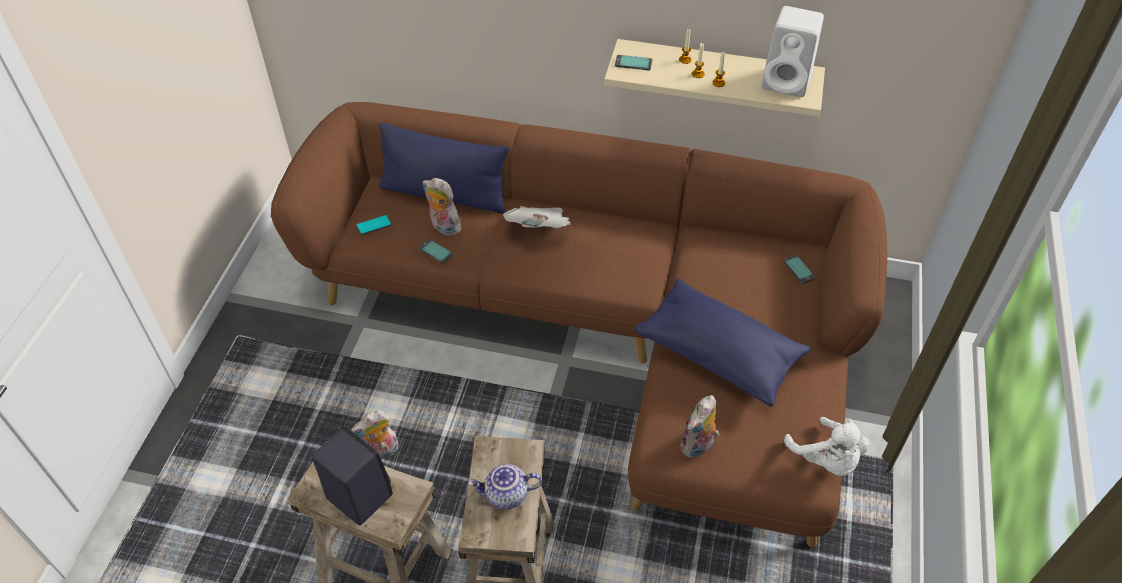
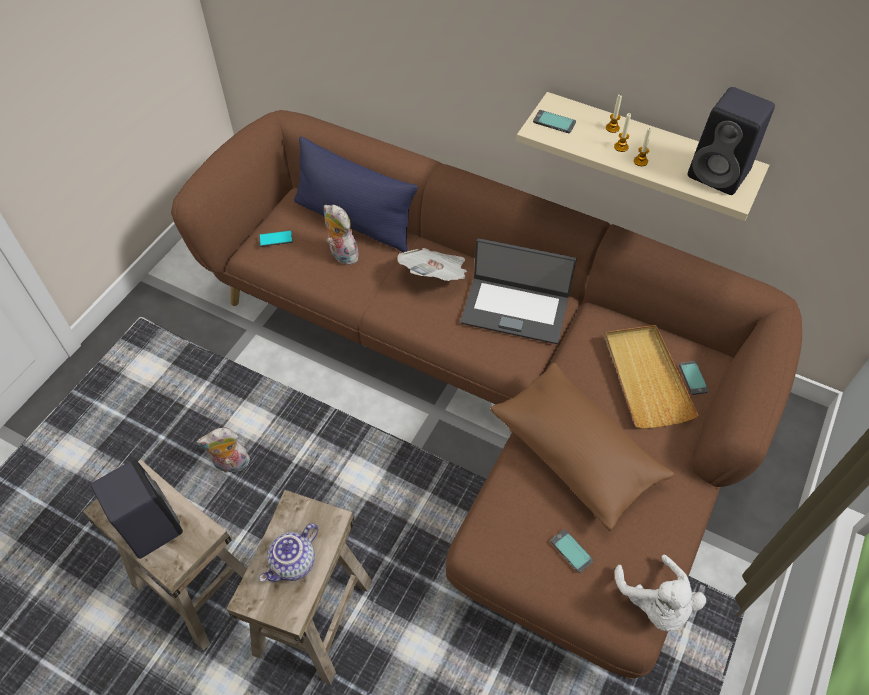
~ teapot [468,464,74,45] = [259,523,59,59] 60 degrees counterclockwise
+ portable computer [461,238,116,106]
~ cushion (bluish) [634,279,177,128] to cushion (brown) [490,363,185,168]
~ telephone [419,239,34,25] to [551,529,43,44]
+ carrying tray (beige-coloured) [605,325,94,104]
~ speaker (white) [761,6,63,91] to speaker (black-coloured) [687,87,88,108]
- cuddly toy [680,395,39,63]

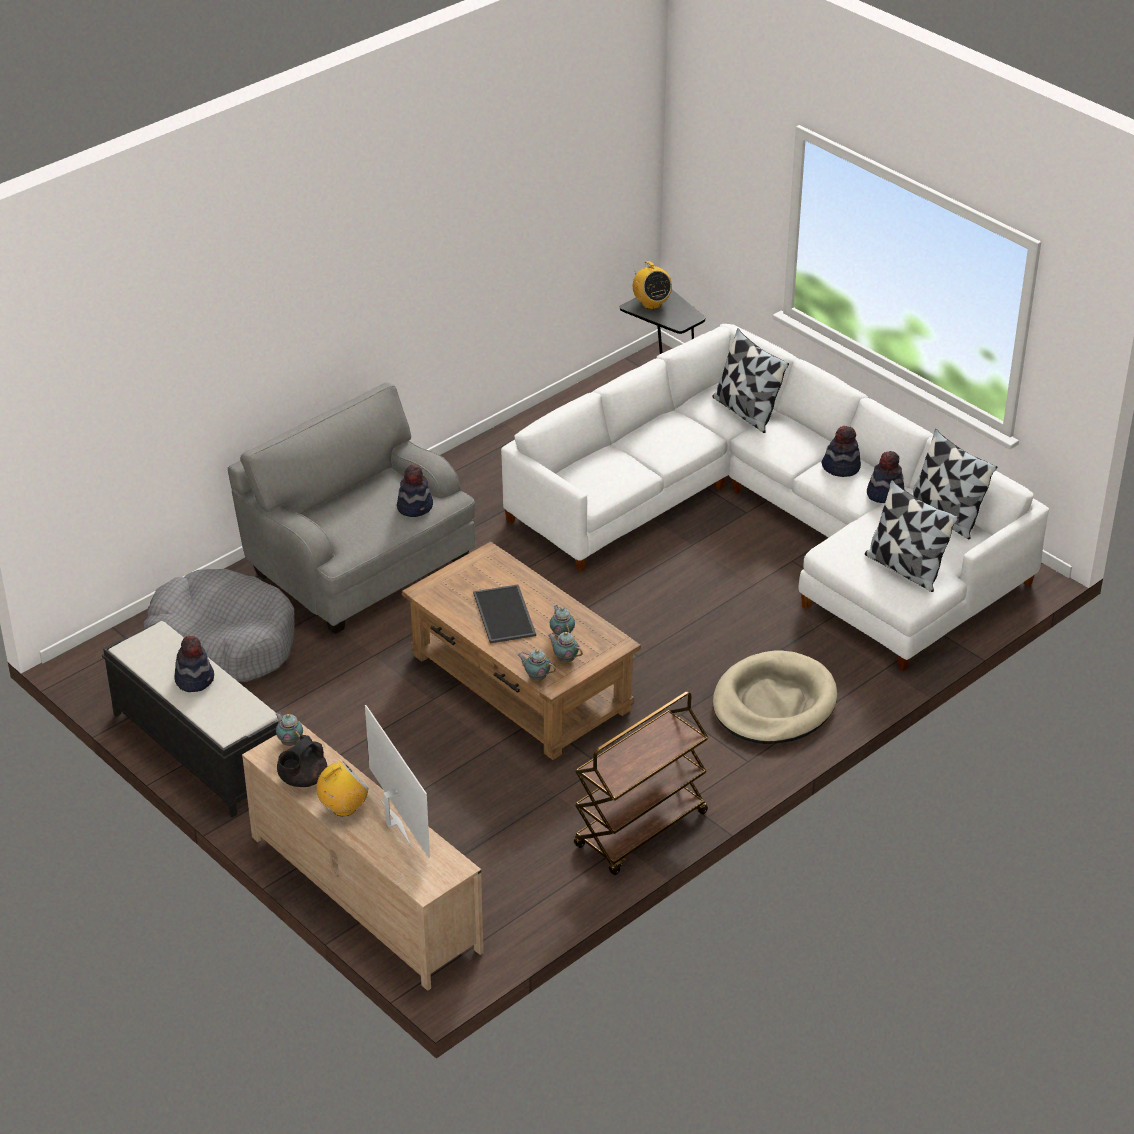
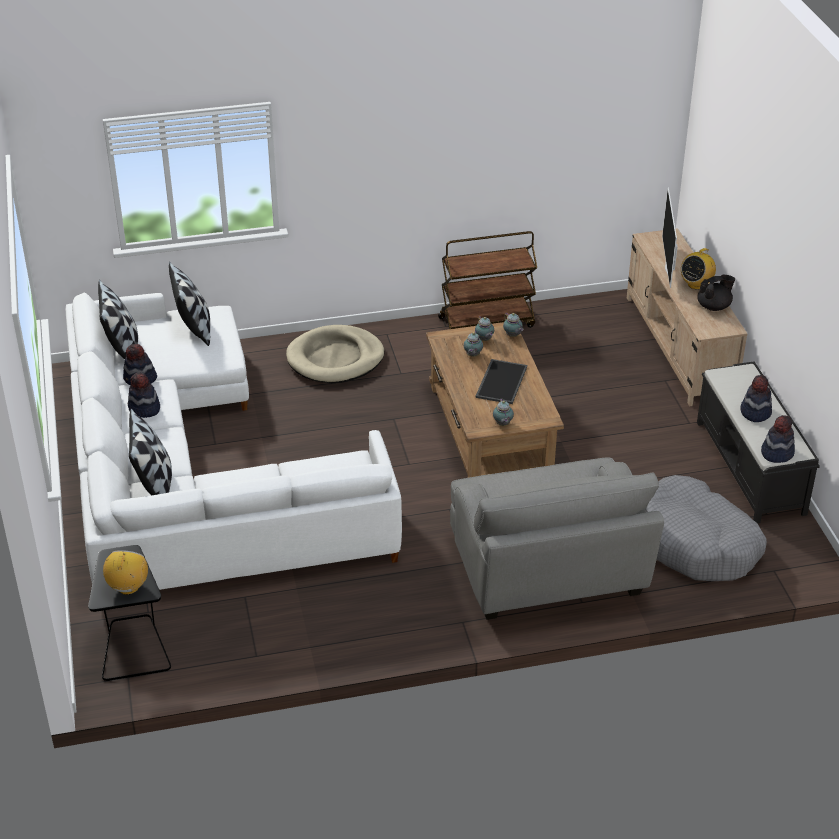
~ teapot [276,712,27,34] to [493,399,21,27]
~ radio set [317,761,52,55] = [681,248,35,42] 45 degrees counterclockwise
~ clothing hat [397,464,36,53] to [761,415,34,48]

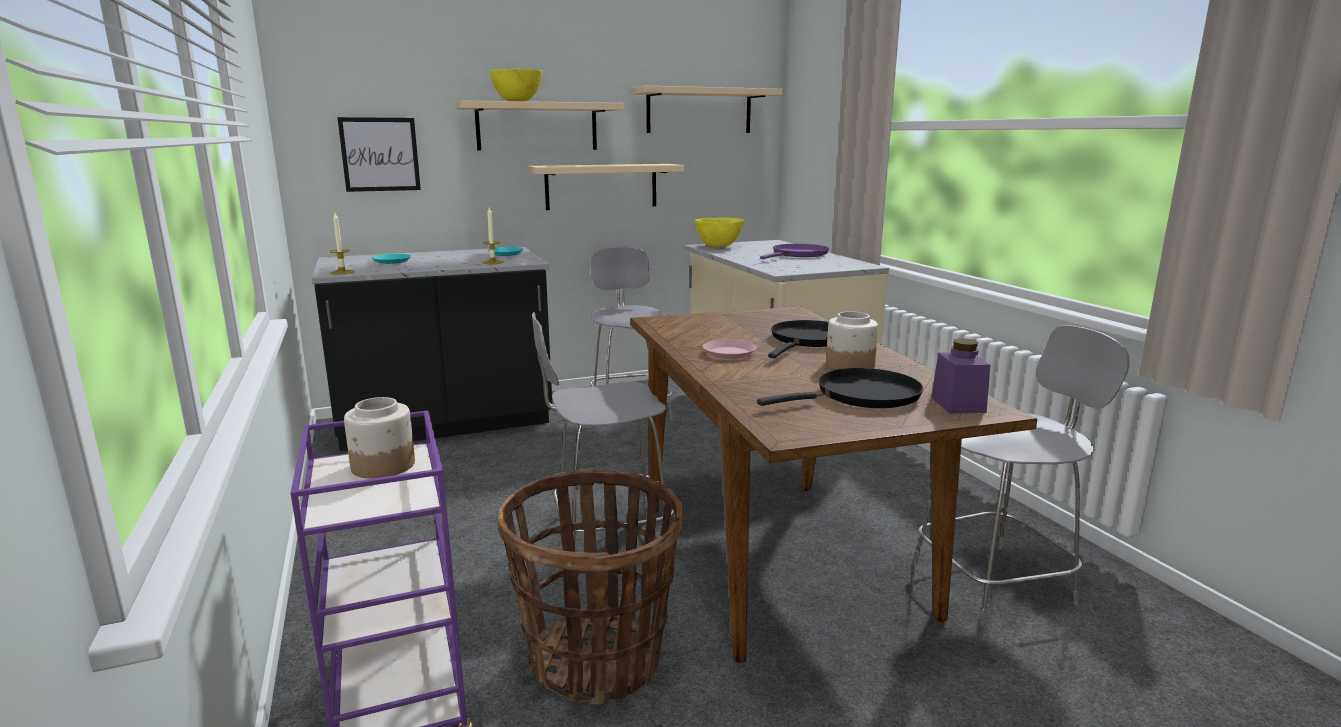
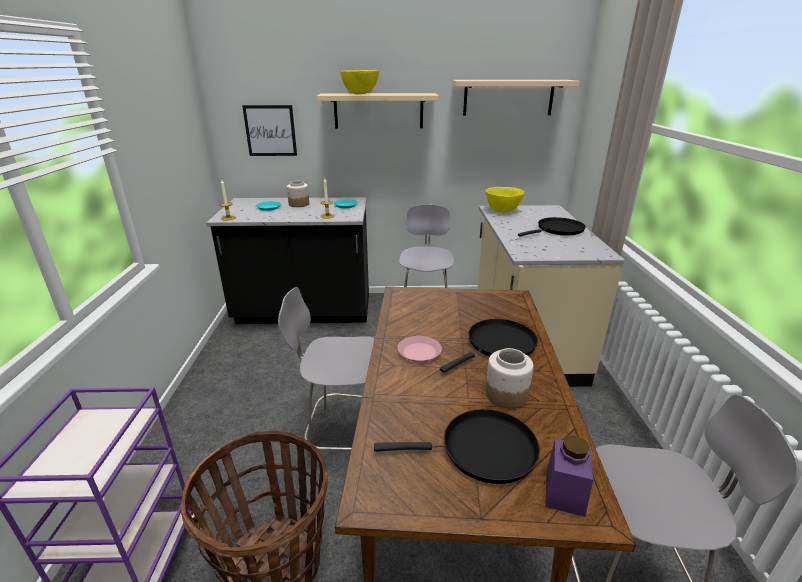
~ jar [344,397,71,82] to [287,181,22,26]
~ frying pan (purple) [760,244,69,15] to frying pan (black-coloured) [518,217,68,20]
- shelf (beige-coloured) [528,164,157,46]

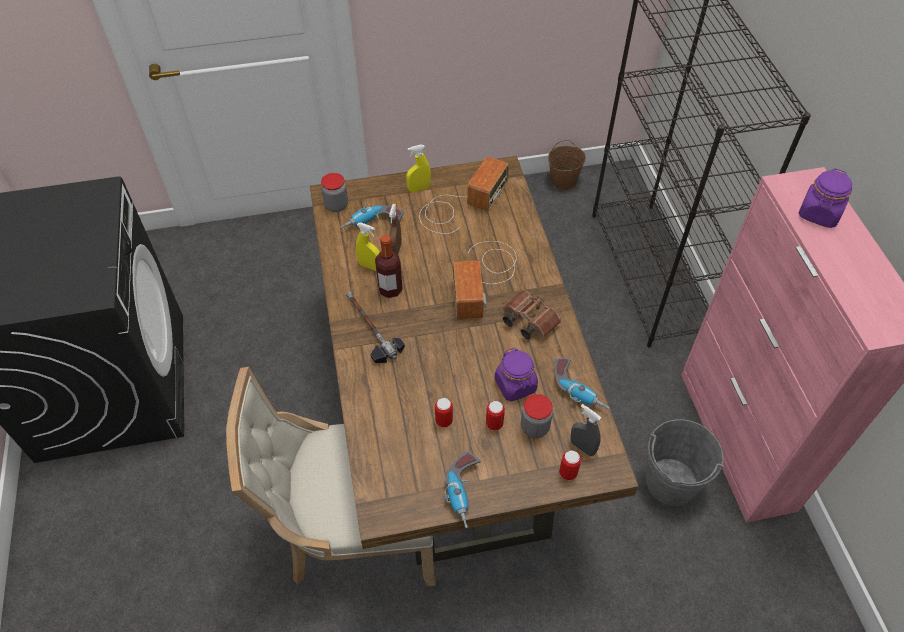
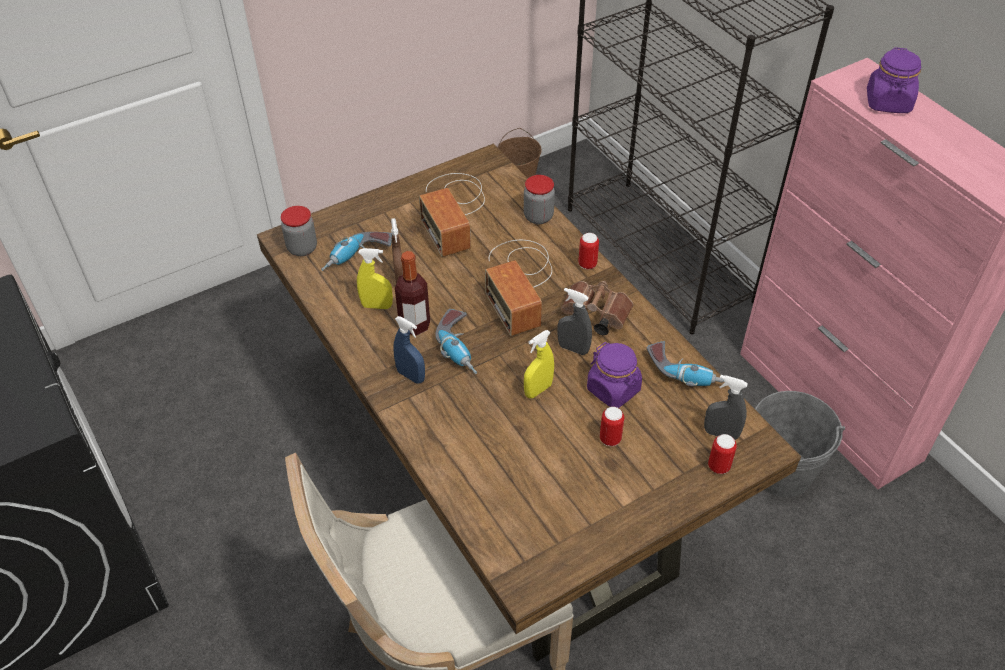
~ hand hammer [346,292,59,71] to sprayer (bluish) [393,316,32,68]
~ radio set [419,156,90,78] = [419,173,66,84] 150 degrees clockwise
~ drill [444,451,37,77] to [435,309,42,65]
~ jar [521,394,32,44] to [524,175,31,49]
~ sprayer (yellowish) [406,145,25,47] to [524,330,30,68]
+ sprayer (gray) [558,288,34,67]
~ metal can [435,398,18,30] to [578,233,21,36]

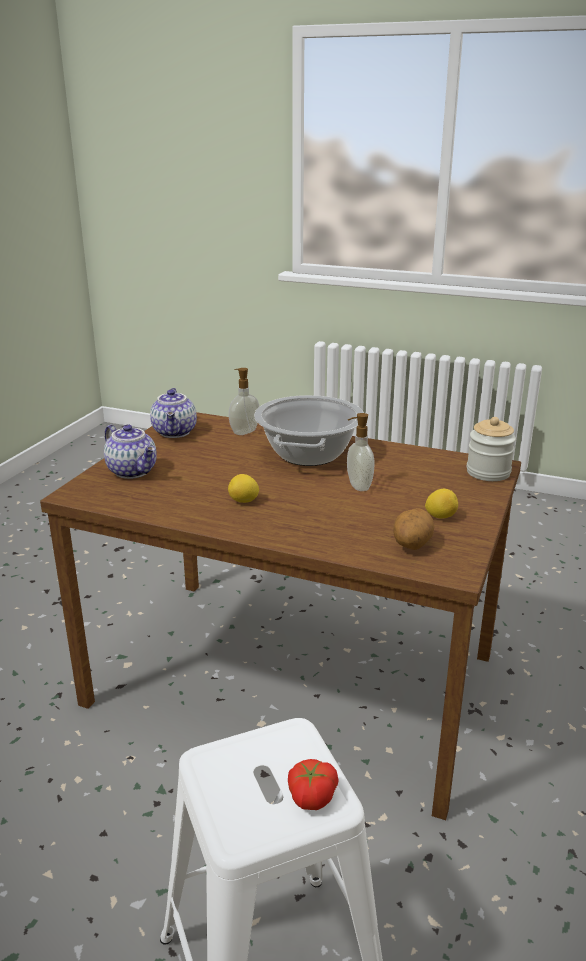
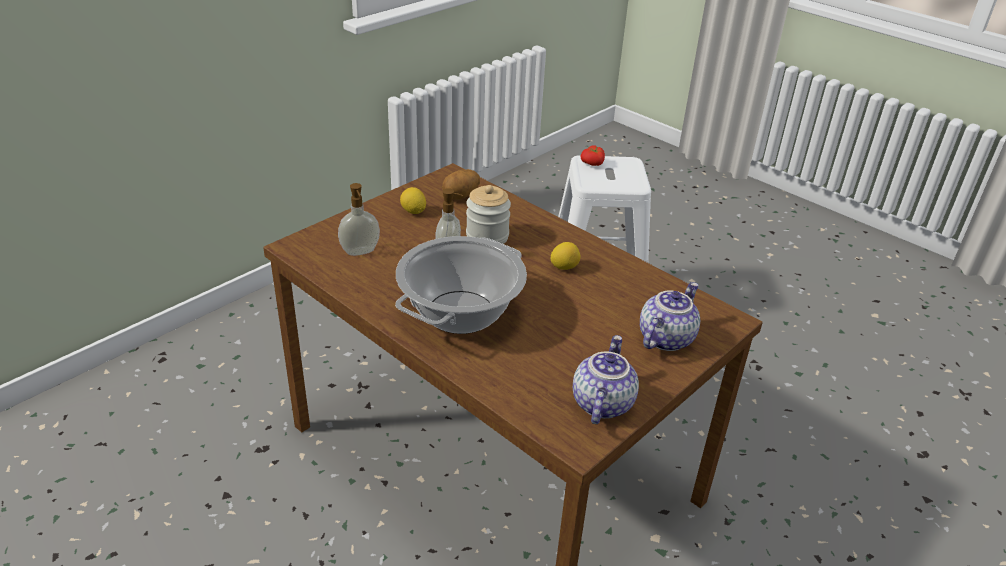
~ soap dispenser [229,368,30,67] to [338,183,42,73]
~ jar [467,417,49,64] to [466,185,45,59]
~ teapot [104,424,53,55] = [640,282,60,69] 60 degrees clockwise

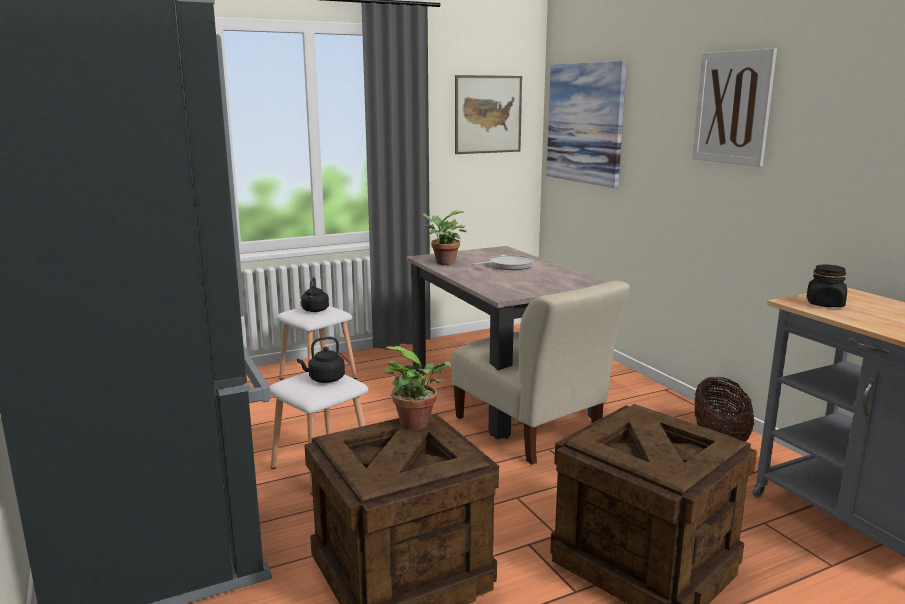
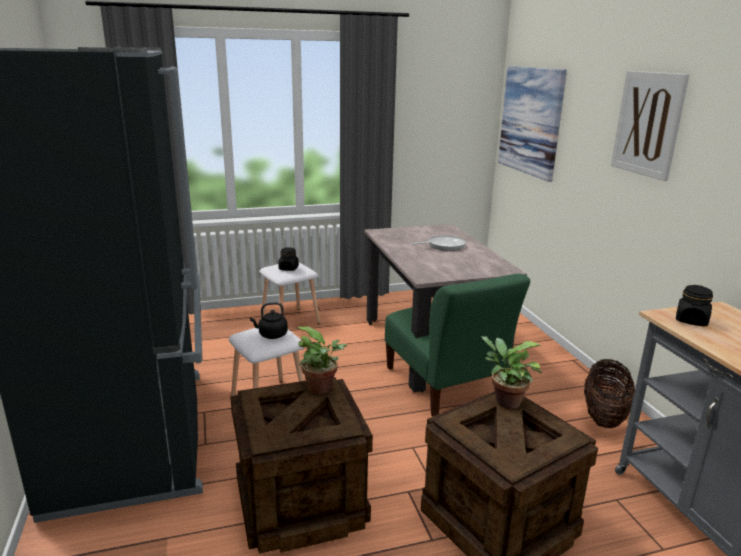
~ water kettle (black-coloured) [301,277,28,35] to jar (black-coloured) [278,247,21,24]
~ plain chair (beige-coloured) [452,281,178,184] to plain chair (green) [385,274,145,143]
~ plant in a pot [421,211,46,54] to [481,336,61,73]
- picture [455,75,67,79]

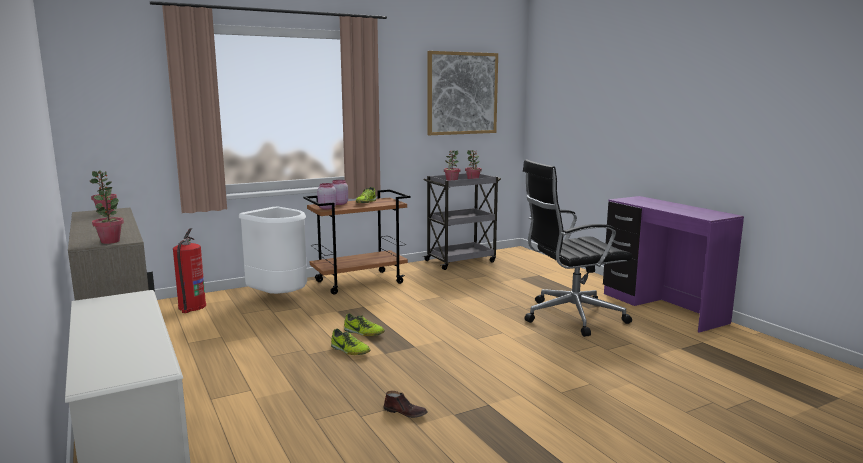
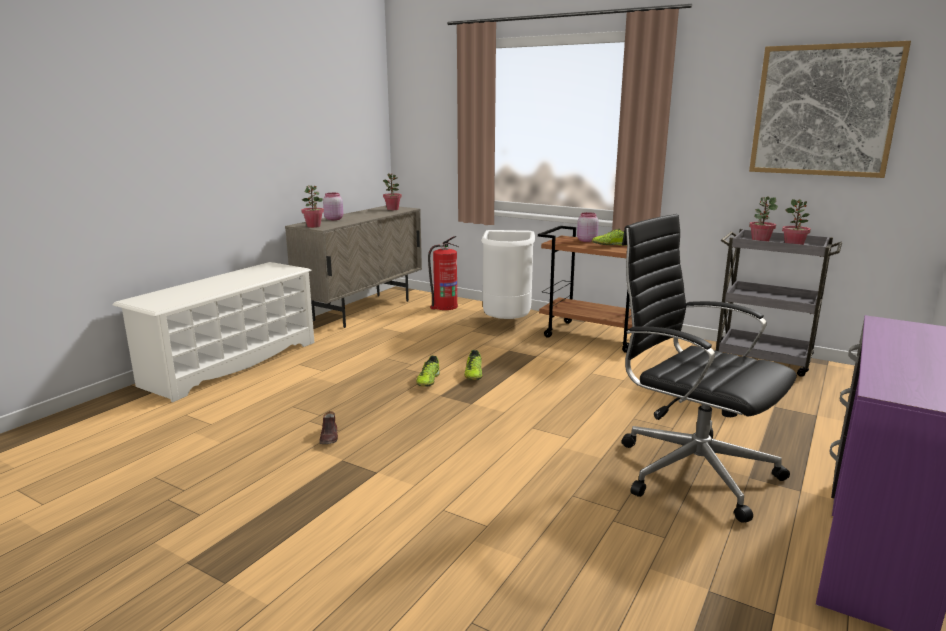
~ jar (pinkish) [317,183,19,27] to [323,193,20,27]

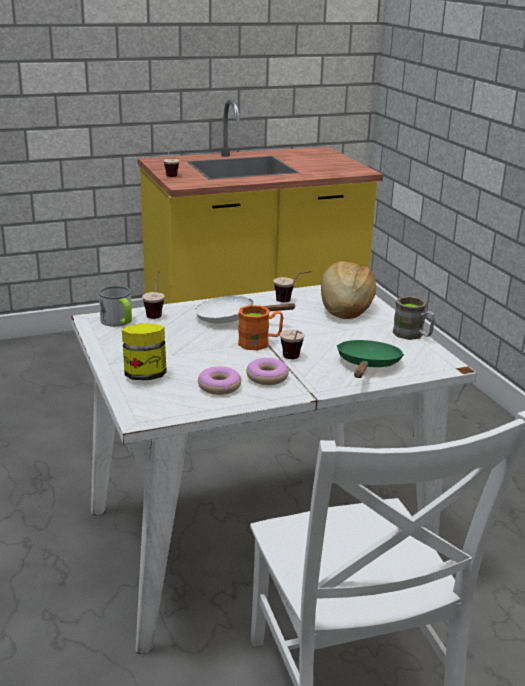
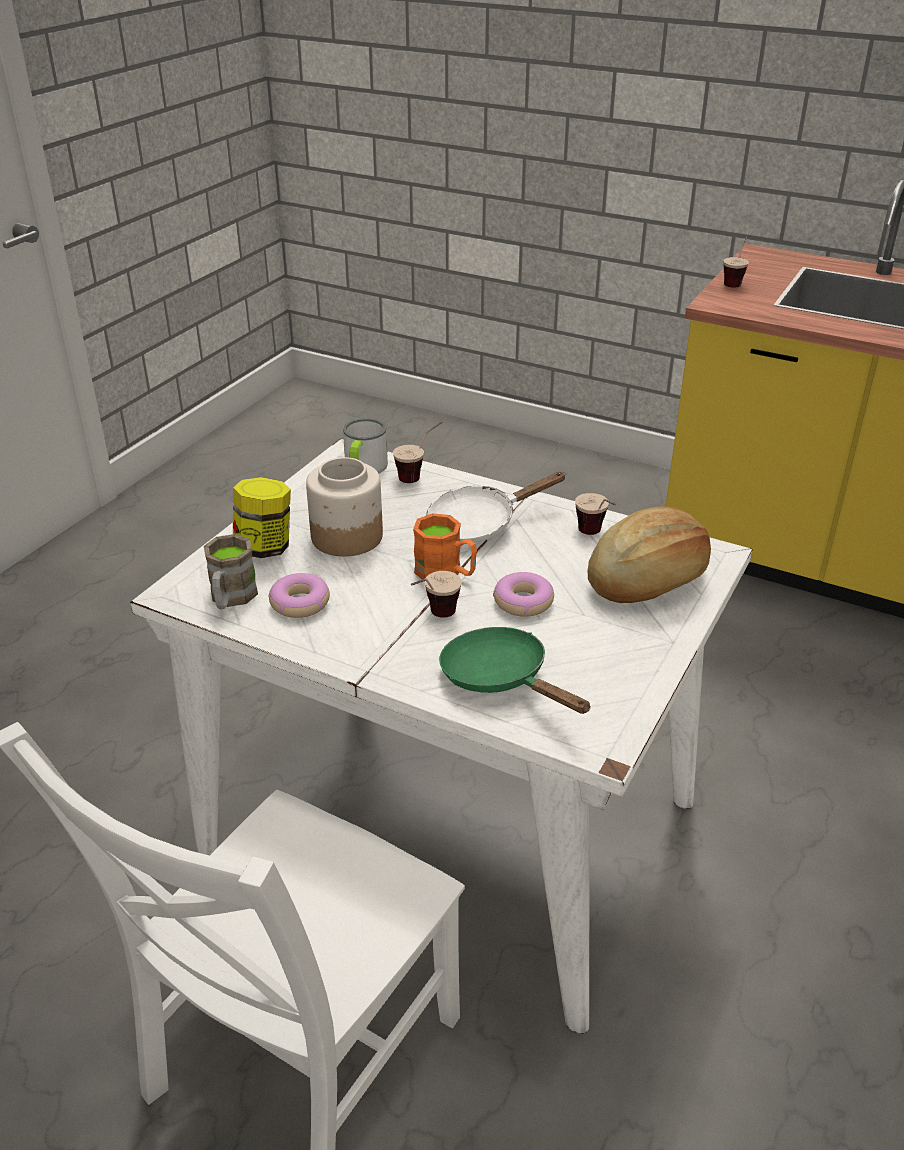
~ coffee mug (brown) [393,296,42,44] to [204,534,54,75]
+ jar [306,457,77,100]
~ frying pan (white) [195,295,100,29] = [426,472,140,71] 90 degrees counterclockwise
~ frying pan (green) [337,340,67,38] = [439,627,152,87] 105 degrees counterclockwise
~ ring doughnut [246,358,43,27] to [493,572,61,45]

